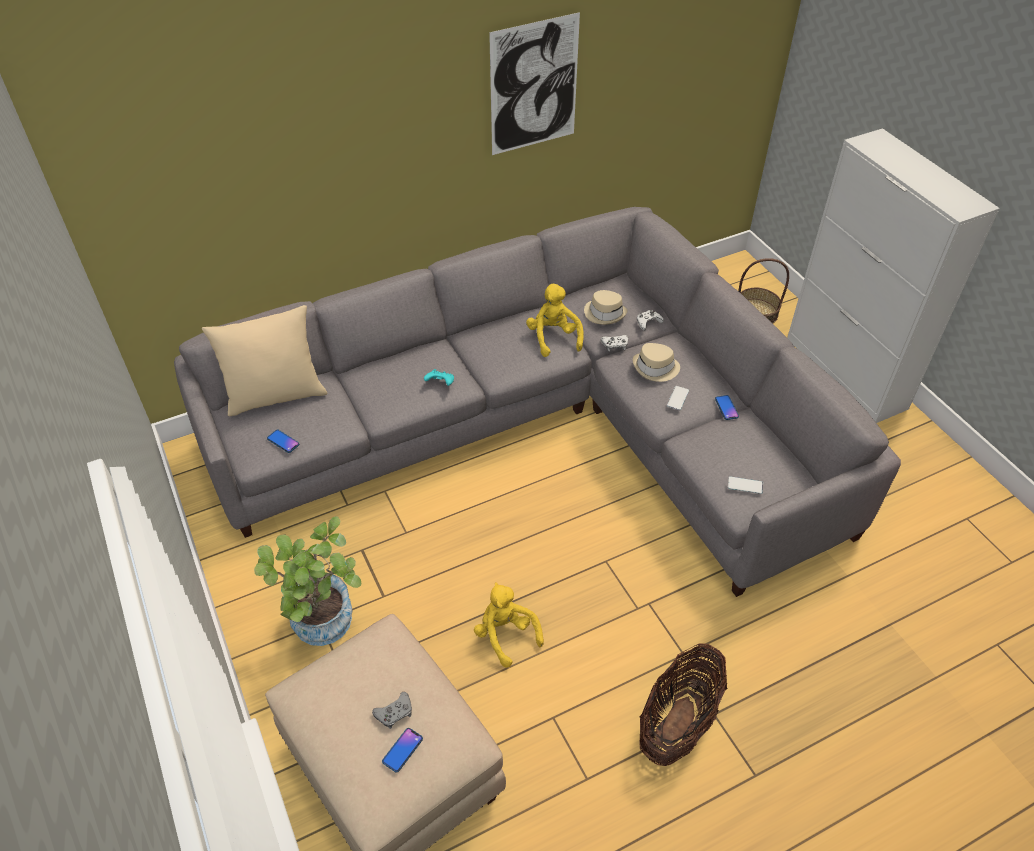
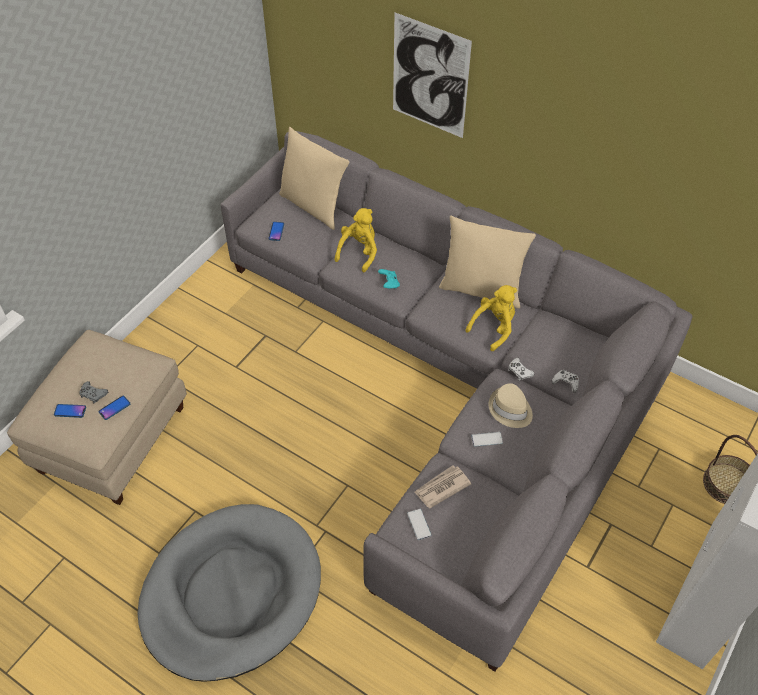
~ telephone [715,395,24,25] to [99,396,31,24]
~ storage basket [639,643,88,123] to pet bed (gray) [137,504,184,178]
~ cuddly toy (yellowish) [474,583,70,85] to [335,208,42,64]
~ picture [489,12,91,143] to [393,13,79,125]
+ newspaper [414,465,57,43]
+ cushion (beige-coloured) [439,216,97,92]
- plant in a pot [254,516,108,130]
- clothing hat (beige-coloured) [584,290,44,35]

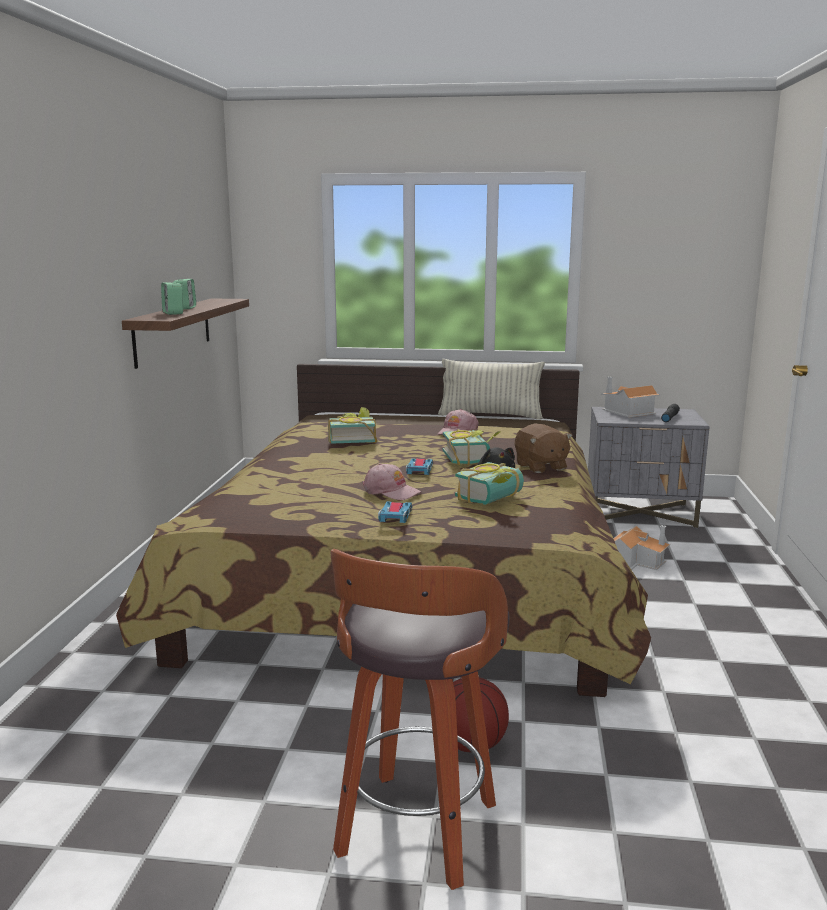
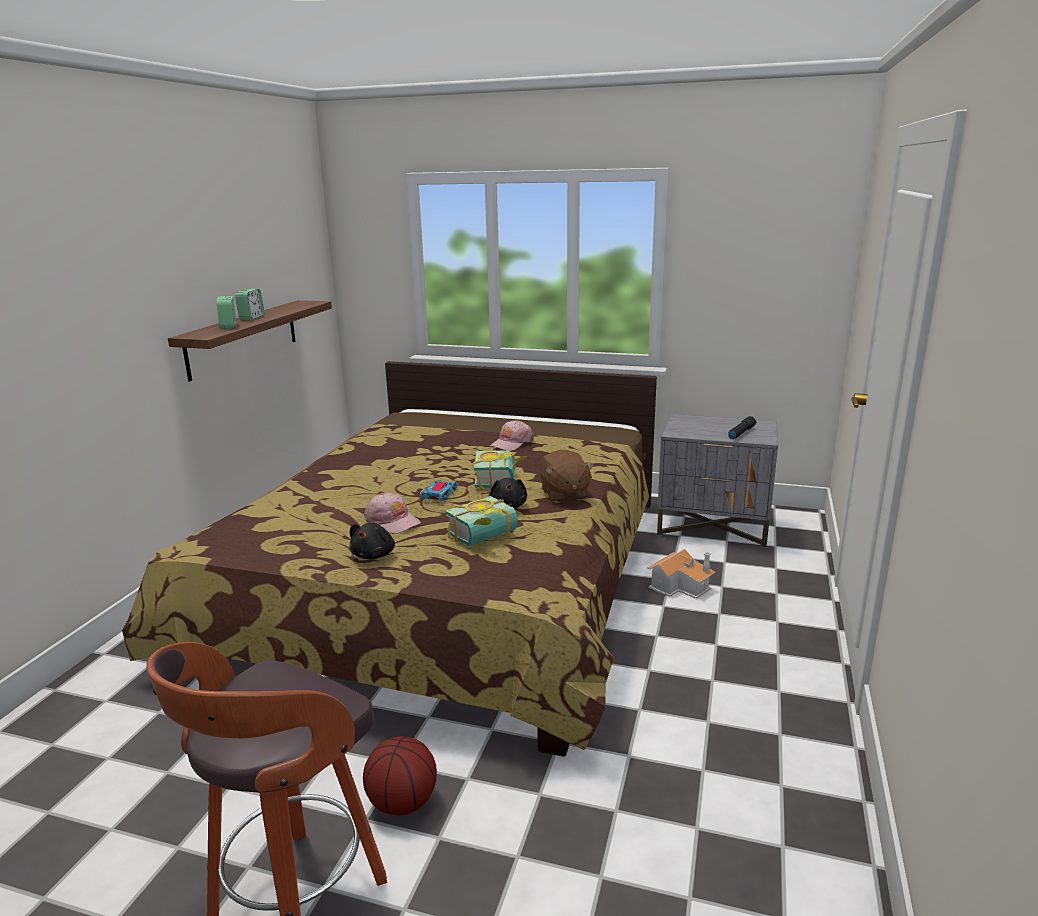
~ toy car [378,501,34,22] to cuddly toy (black-coloured) [350,523,45,36]
- book [328,407,49,37]
- cushion [438,359,107,61]
- toy house [601,377,59,40]

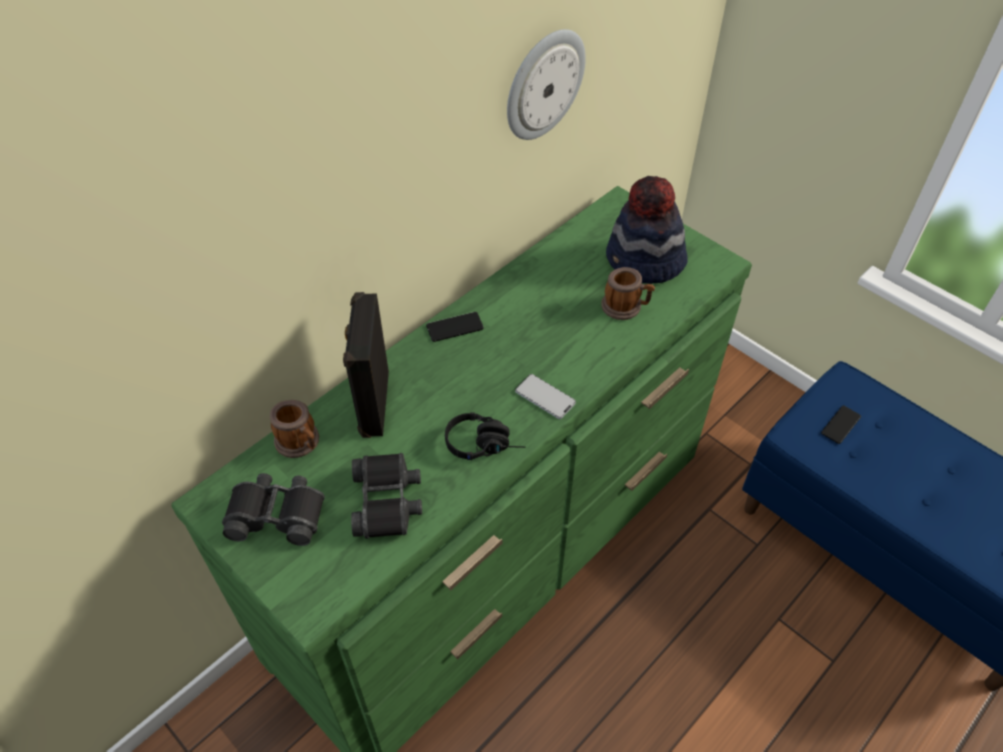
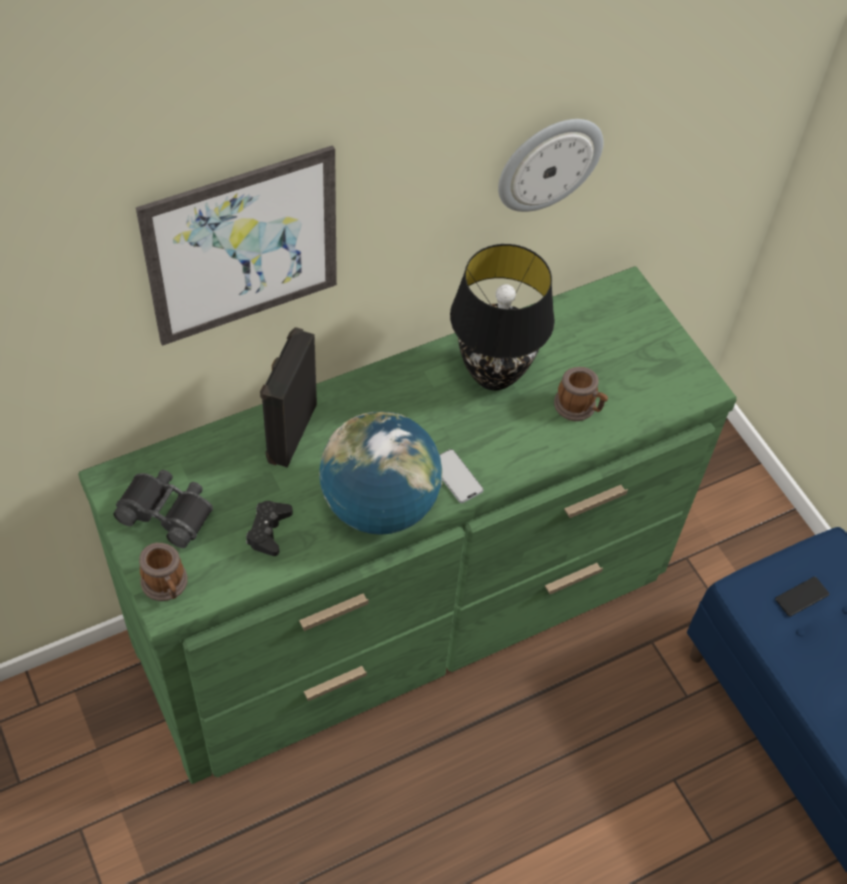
+ picture [136,145,201,201]
~ coffee mug [270,400,49,58] to [139,543,49,58]
~ field glasses (black-coloured) [351,453,71,86] to gamepad (black-coloured) [246,501,47,55]
~ pair of headphones (black-coloured) [445,412,81,48] to desk globe [319,411,124,124]
+ tabletop lamp (black-coloured) [450,244,105,146]
- telephone [426,312,58,30]
- clothing hat [606,176,82,108]

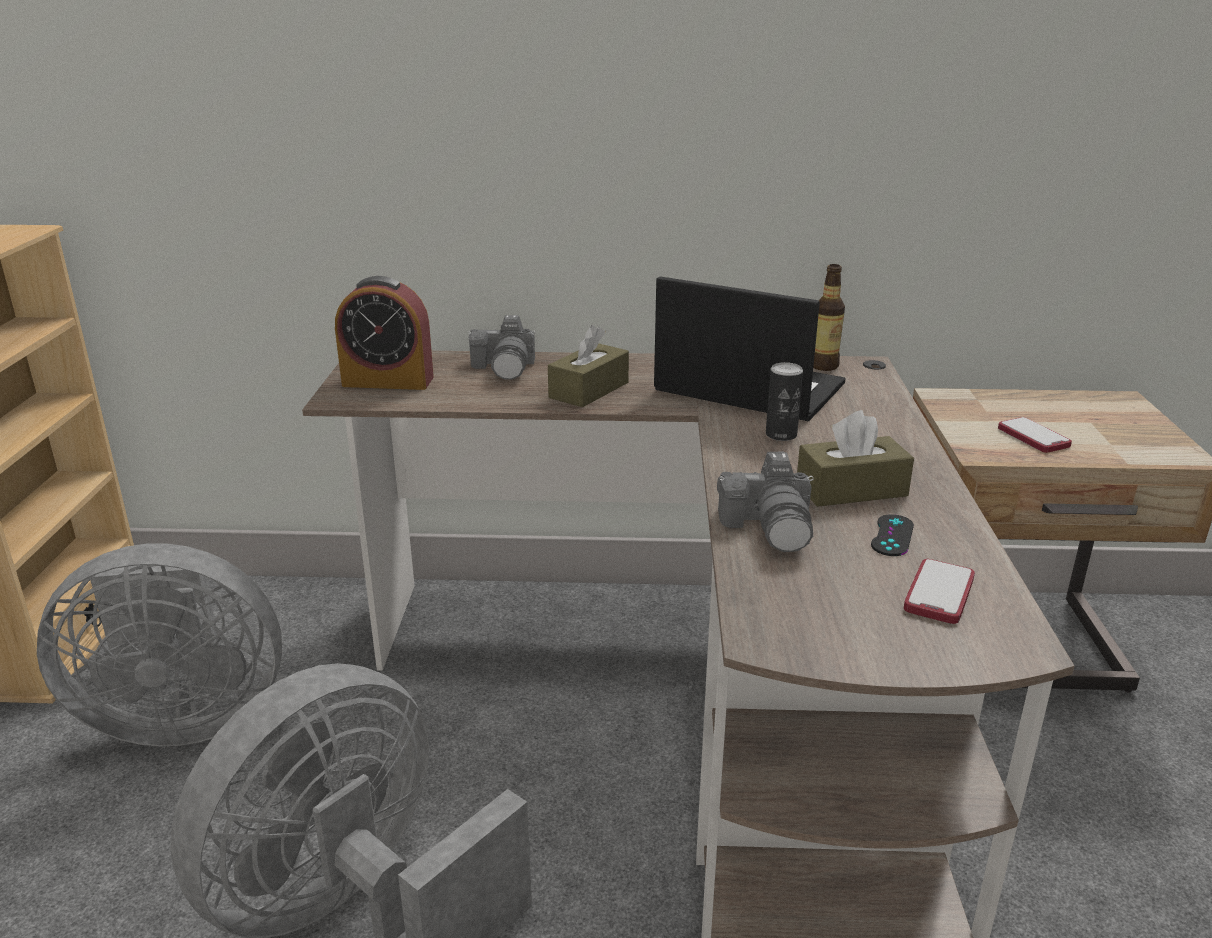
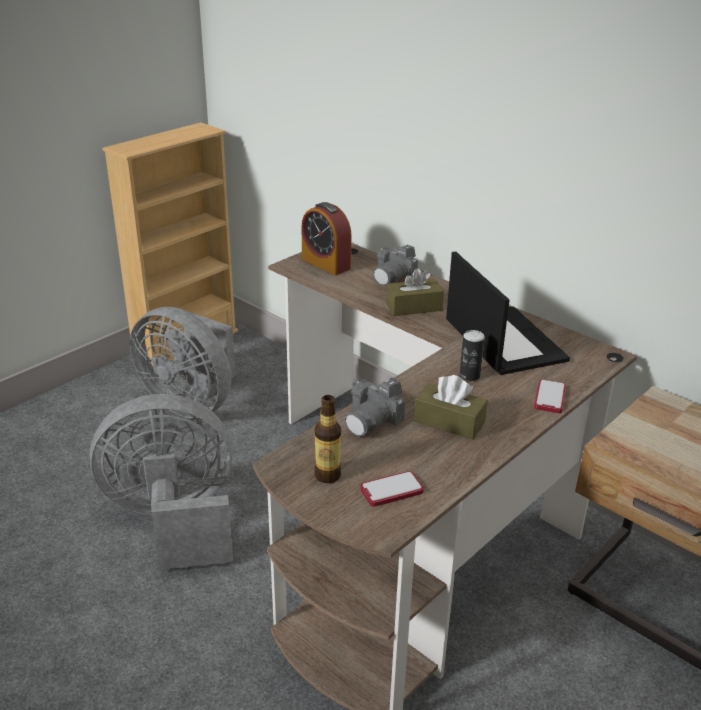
~ beverage bottle [813,264,32,107] to [314,395,27,88]
~ telephone [998,417,74,36] to [534,379,32,34]
- gamepad (black-coloured) [871,514,43,42]

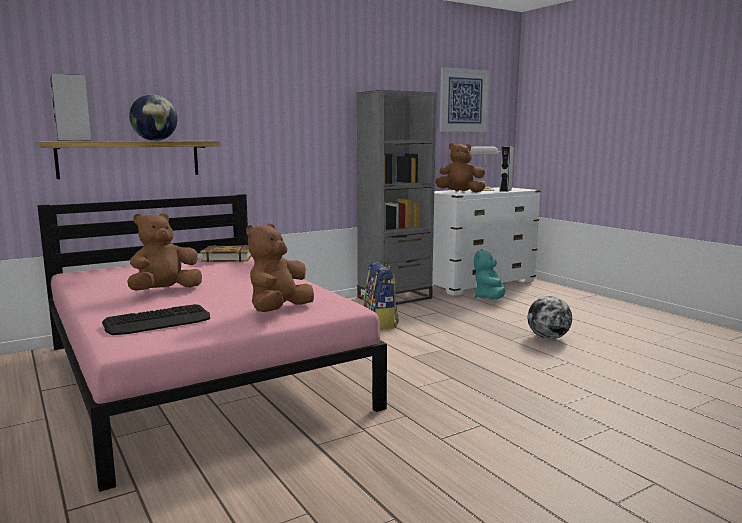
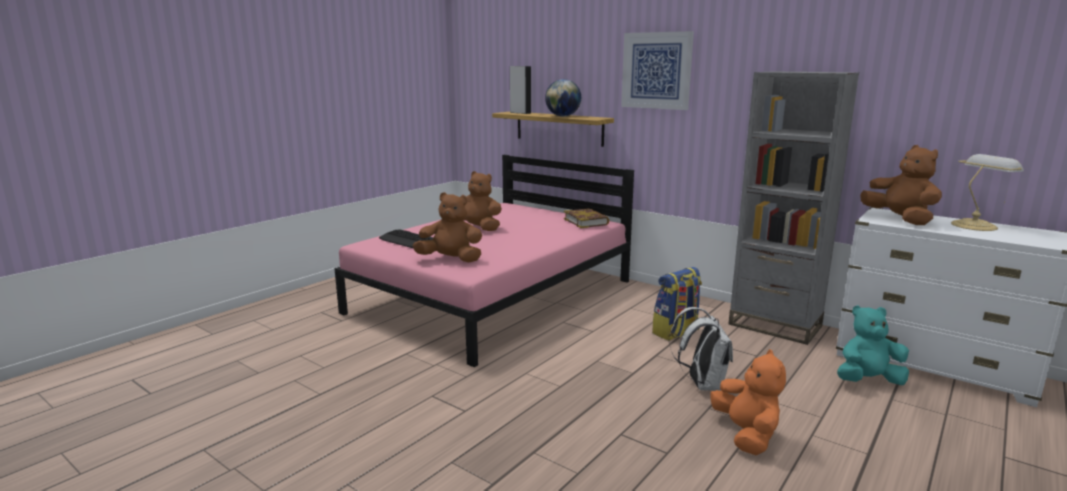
~ picture [440,67,50,65] to [621,31,73,79]
+ rucksack (white) [669,307,64,84]
~ desk globe [528,296,44,43] to cuddly toy (orangey) [710,349,76,106]
- speaker (gray) [500,147,14,45]

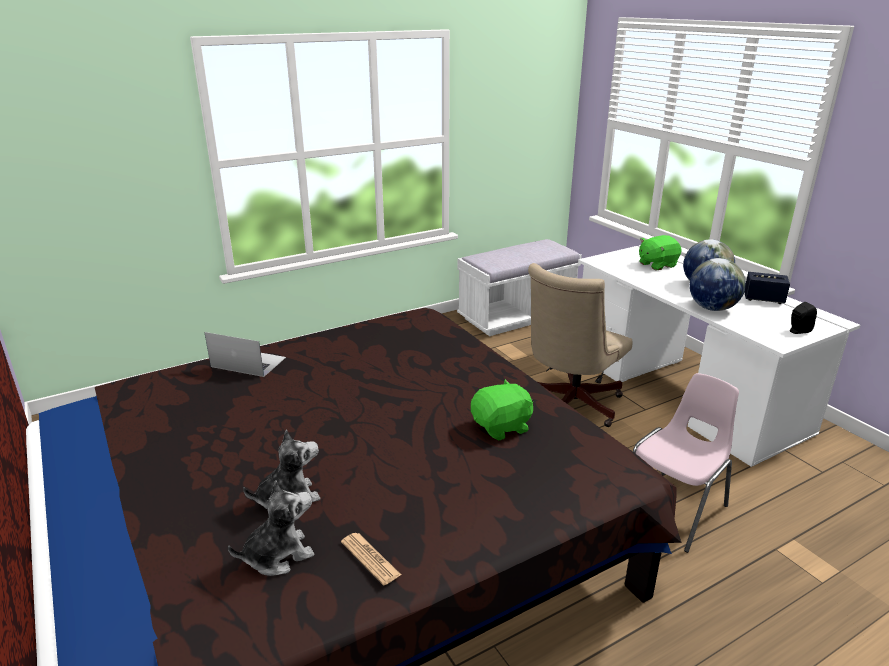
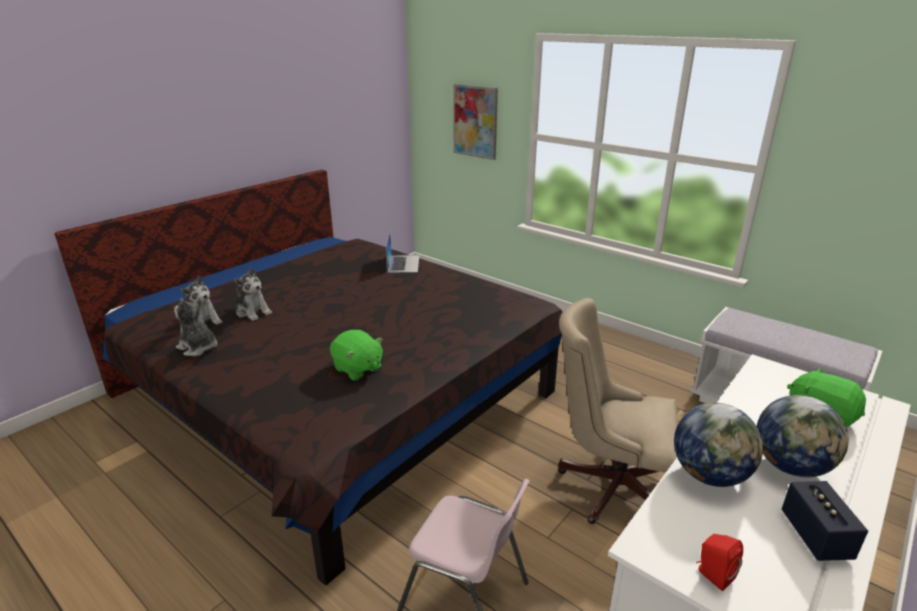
~ newspaper [341,533,60,52] to cuddly toy [174,297,44,59]
+ picture [453,84,45,76]
~ speaker (black-coloured) [790,302,27,32] to speaker (reddish) [696,534,47,57]

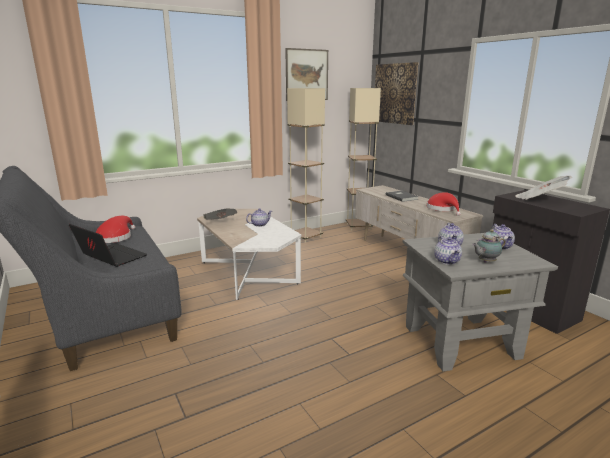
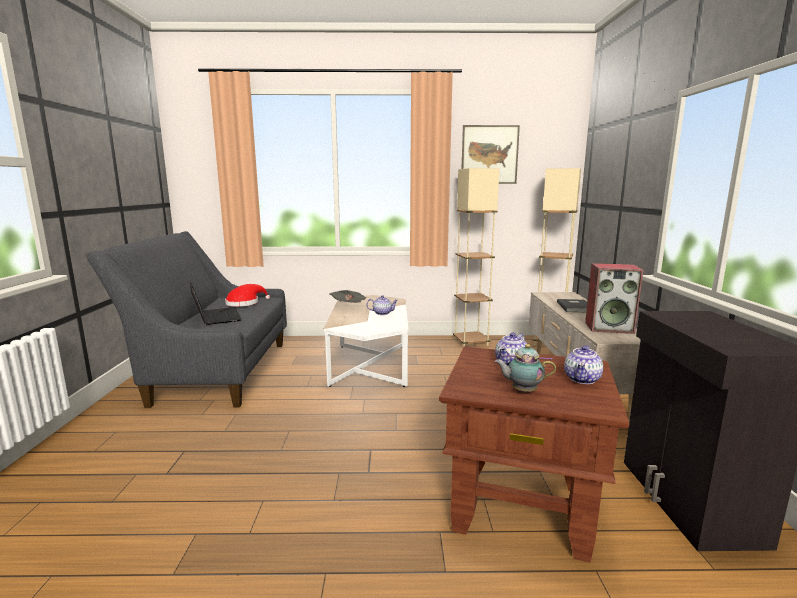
~ accent table (gray) [402,233,156,139] to accent table (brown) [439,346,191,217]
~ clothing hat (reddish) [427,192,34,24] to speaker [585,263,58,71]
- picture [375,62,44,63]
- teapot [434,236,28,29]
- newspaper [516,176,56,24]

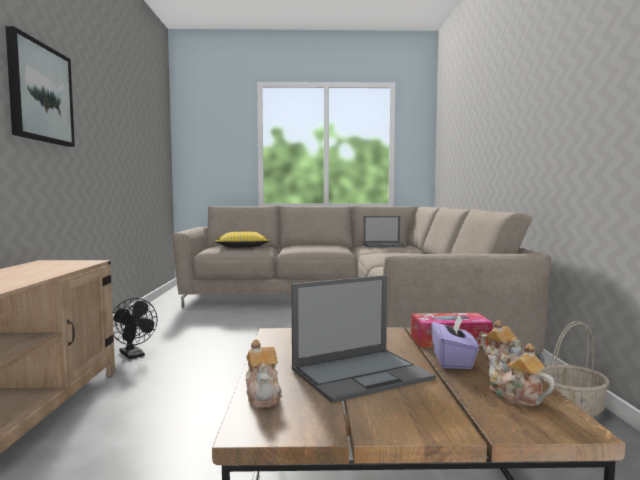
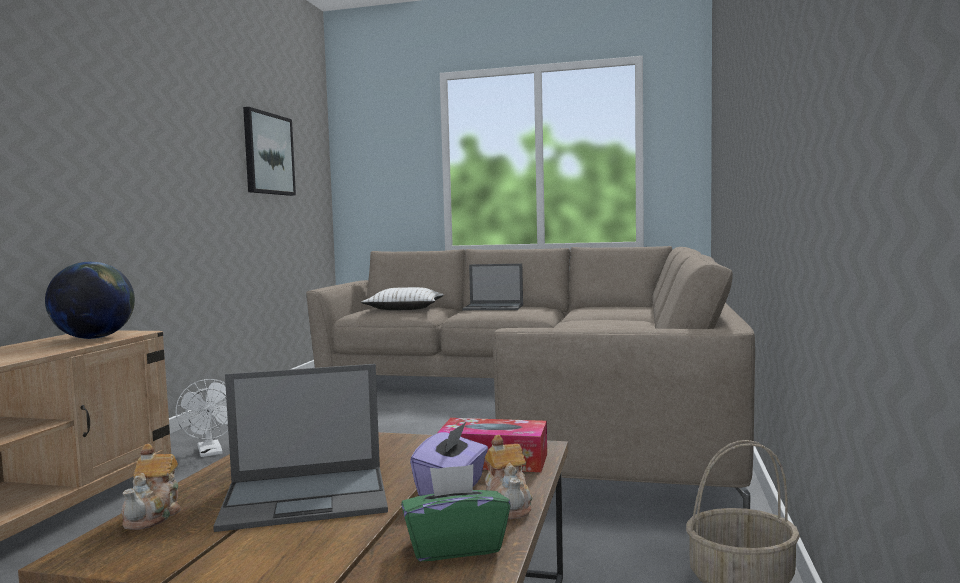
+ desk globe [45,262,90,77]
~ electric fan (black-coloured) [113,298,44,61] to electric fan (white) [176,379,52,78]
~ picture [5,26,70,121] to [243,107,53,89]
~ cushion (yellowish) [215,232,55,16] to cushion (white) [361,287,83,23]
~ teapot [488,343,67,63] to tissue holder (green) [401,464,110,97]
~ portable computer [363,216,44,32] to [462,264,61,46]

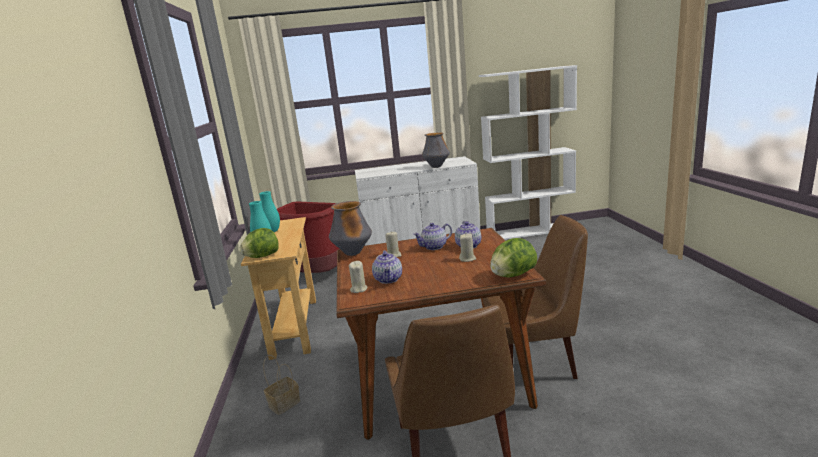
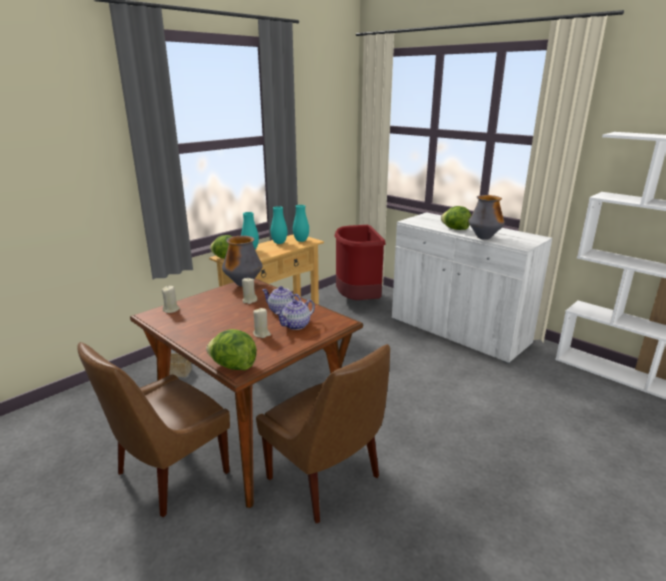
+ vase (turquoise-coloured) [293,205,16,37]
+ lettuce head [441,206,30,24]
- teapot [372,251,30,33]

